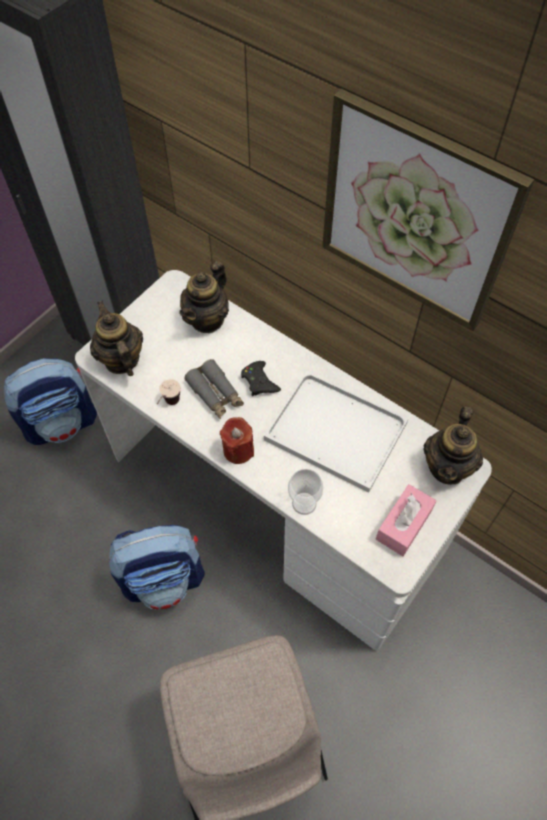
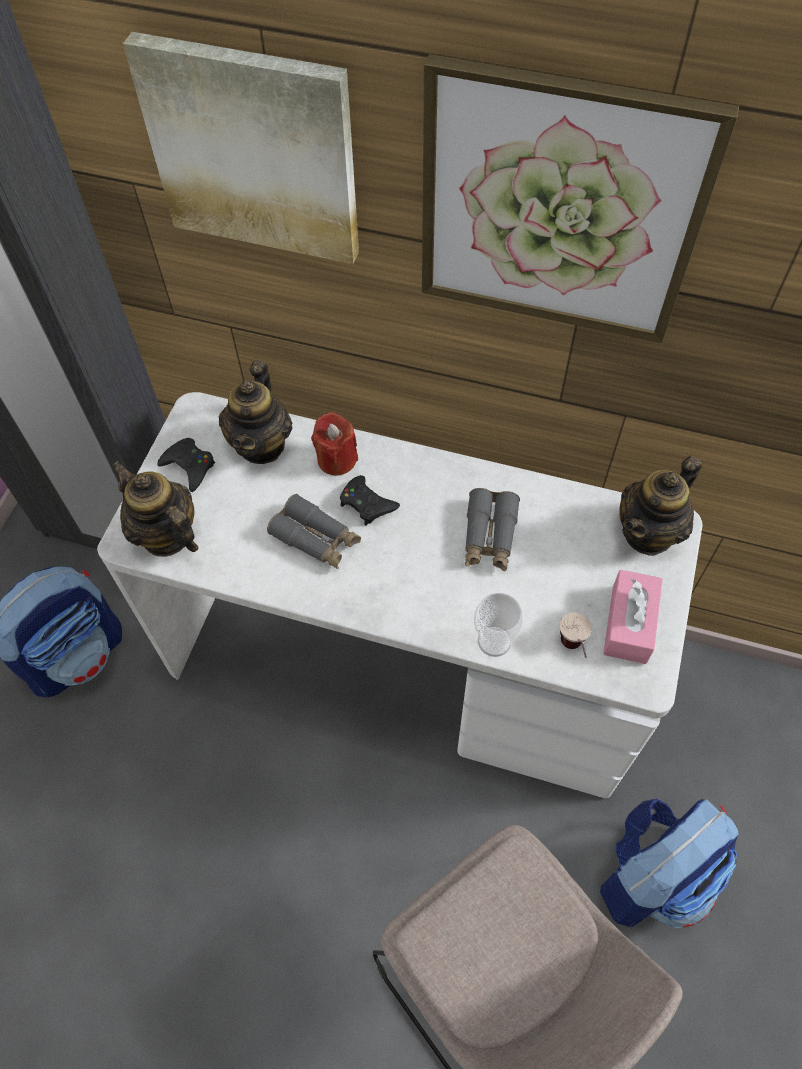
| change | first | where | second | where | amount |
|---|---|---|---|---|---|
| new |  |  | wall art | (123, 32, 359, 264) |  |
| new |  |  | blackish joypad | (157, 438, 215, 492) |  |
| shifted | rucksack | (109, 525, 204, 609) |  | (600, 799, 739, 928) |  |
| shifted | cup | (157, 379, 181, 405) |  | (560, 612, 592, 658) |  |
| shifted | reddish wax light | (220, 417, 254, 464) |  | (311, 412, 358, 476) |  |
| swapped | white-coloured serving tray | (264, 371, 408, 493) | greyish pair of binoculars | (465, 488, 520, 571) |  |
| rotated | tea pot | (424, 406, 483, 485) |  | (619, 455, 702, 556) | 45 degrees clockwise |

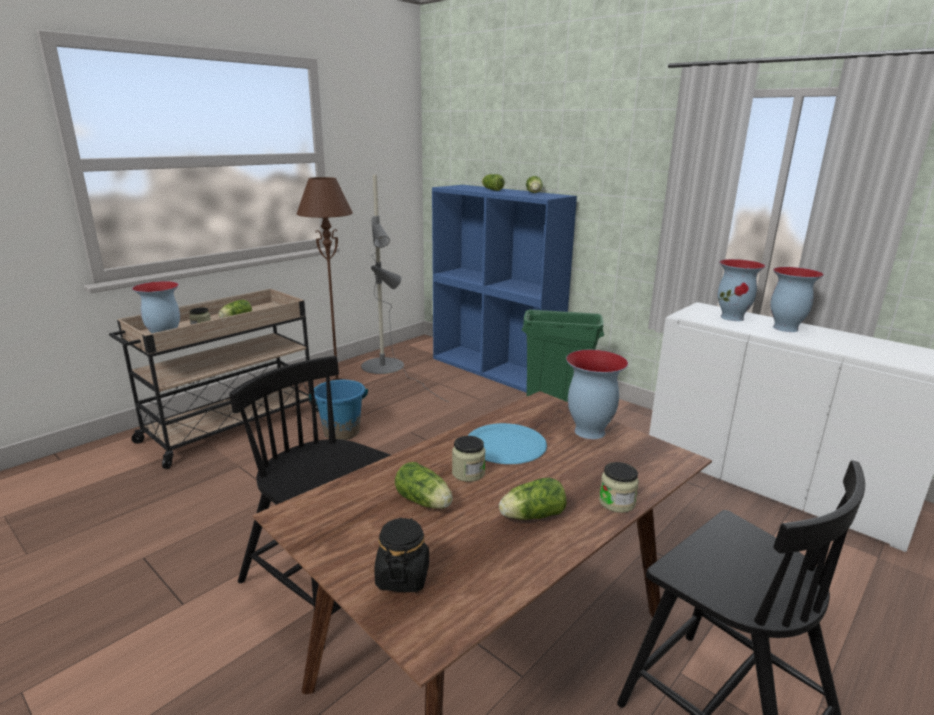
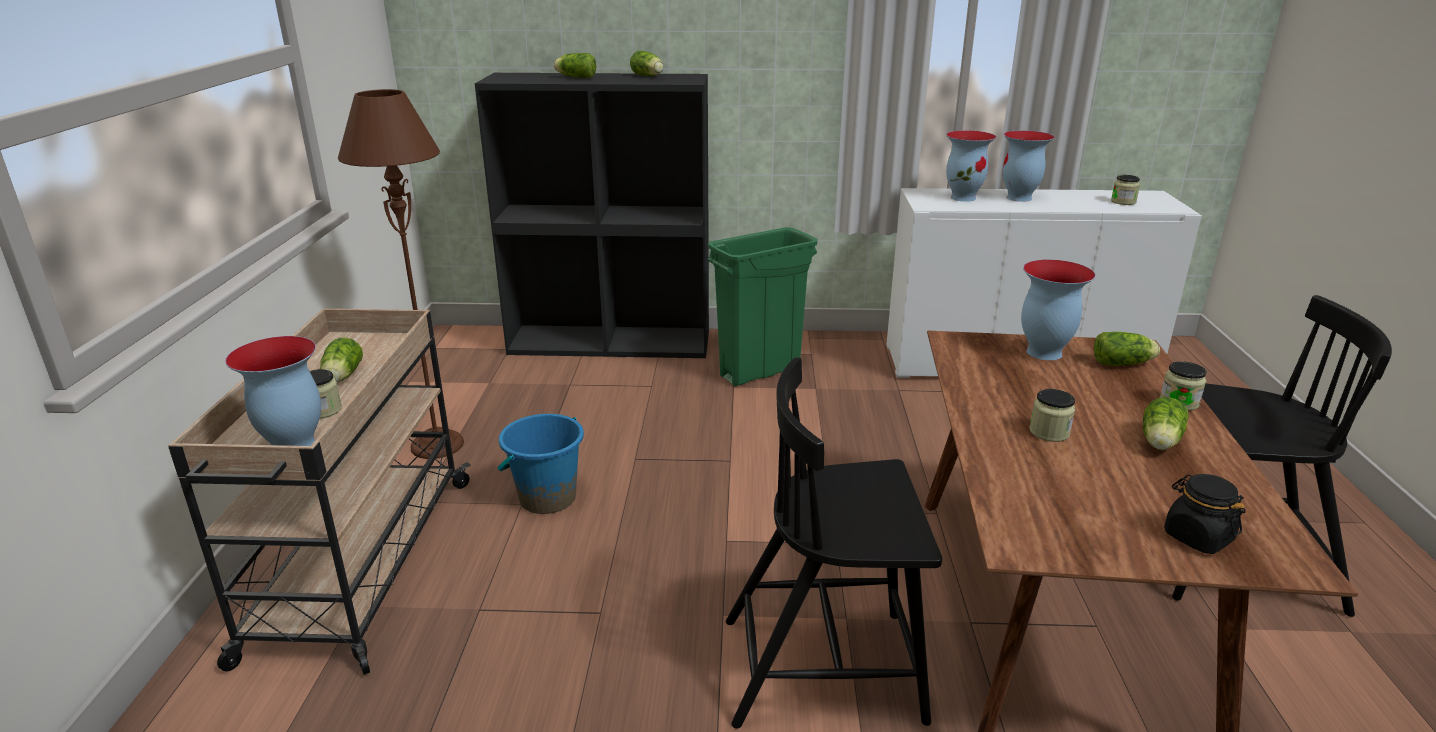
| change | first | where | second | where | amount |
|---|---|---|---|---|---|
| gone | greyish standing lamp | (361, 174, 448, 402) |  |  |  |
| gone | bluish dinner plate | (468, 423, 547, 464) |  |  |  |
| new |  |  | storage jar | (1111, 175, 1140, 205) |  |
| shifted | head of lettuce | (395, 462, 453, 509) |  | (1094, 332, 1160, 366) |  |
| repainted | bluish bookshelf | (432, 185, 577, 393) | blackish bookshelf | (475, 73, 709, 358) |  |

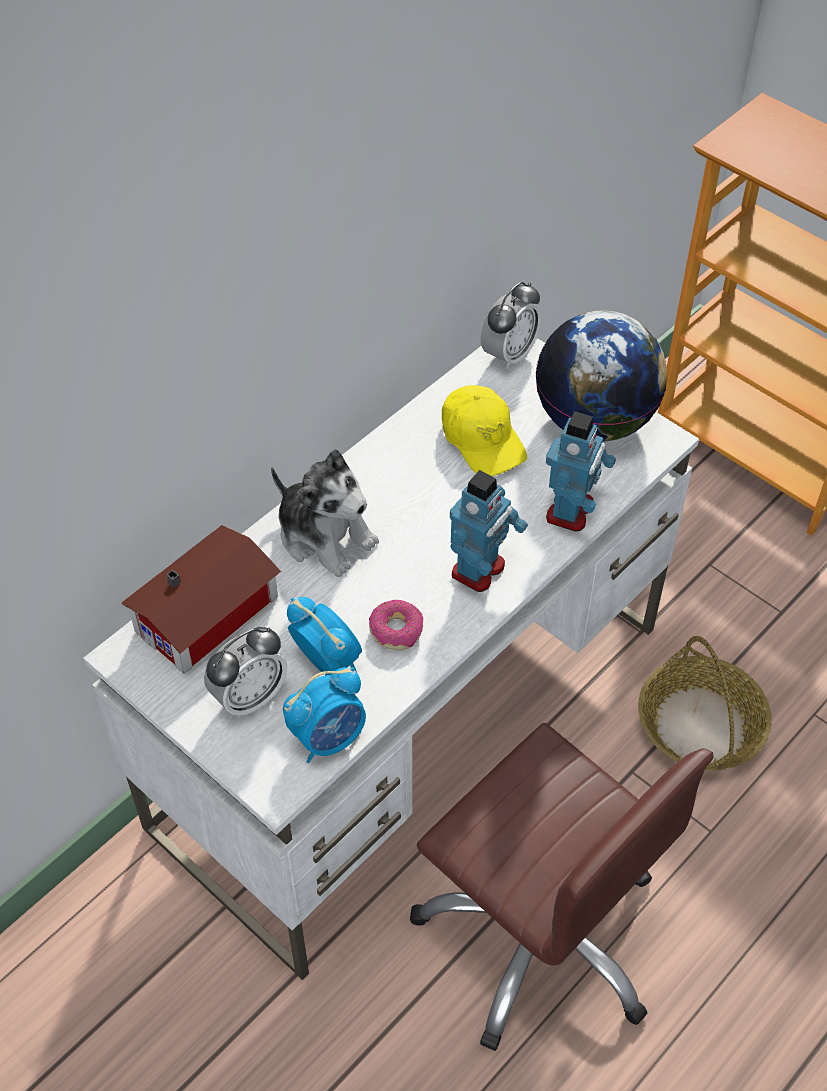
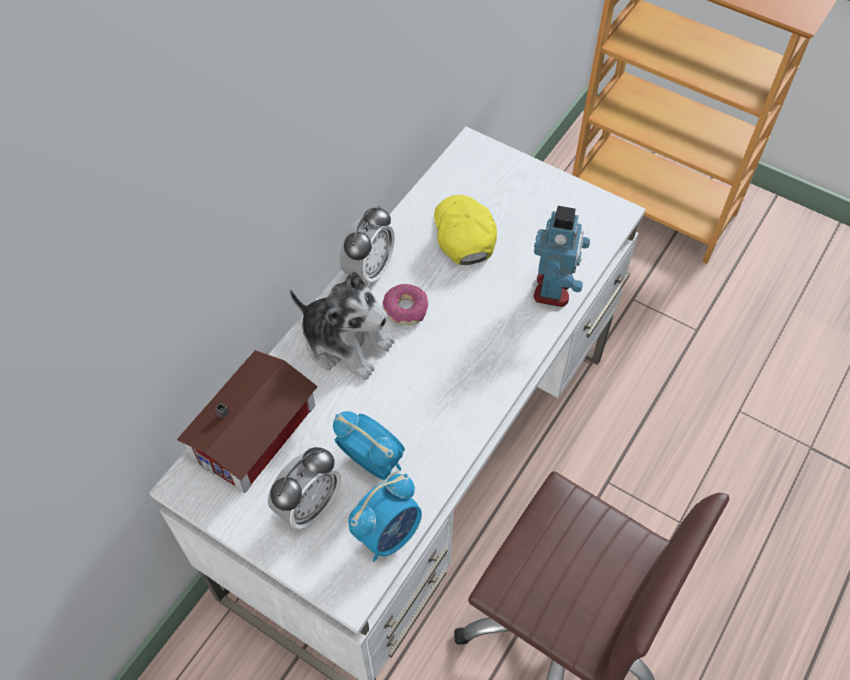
| change | first | where | second | where | amount |
|---|---|---|---|---|---|
| gone | toy robot | (450, 470, 528, 592) |  |  |  |
| gone | globe | (535, 311, 667, 442) |  |  |  |
| gone | basket | (638, 636, 772, 770) |  |  |  |
| shifted | donut | (369, 600, 423, 650) |  | (383, 284, 428, 325) |  |
| shifted | alarm clock | (481, 282, 542, 370) |  | (340, 206, 395, 287) |  |
| rotated | yellow cap | (442, 385, 527, 476) |  | (434, 195, 497, 265) | 150 degrees counterclockwise |

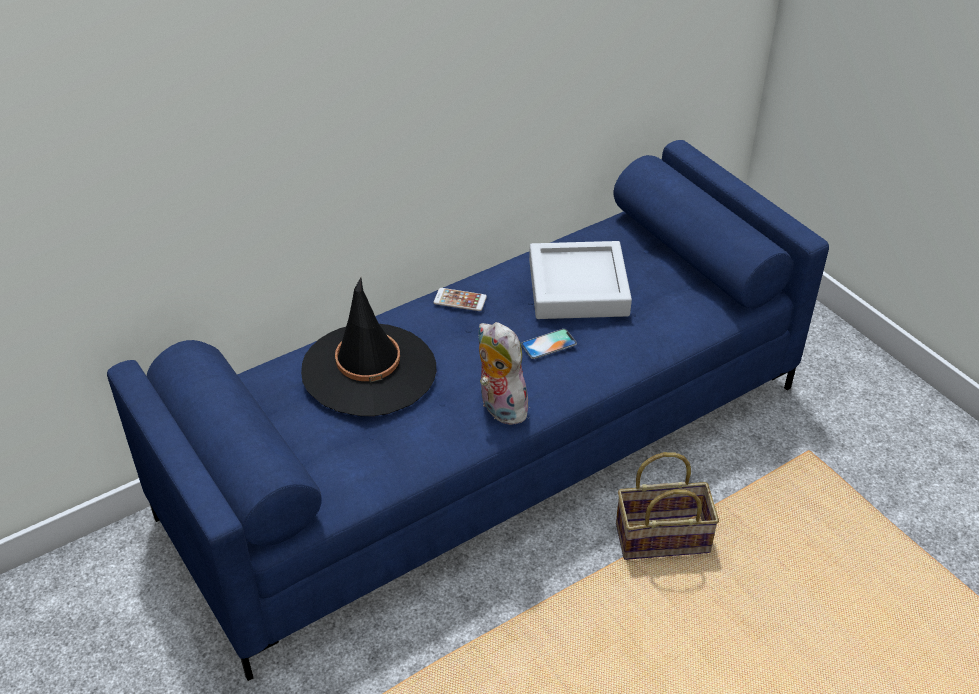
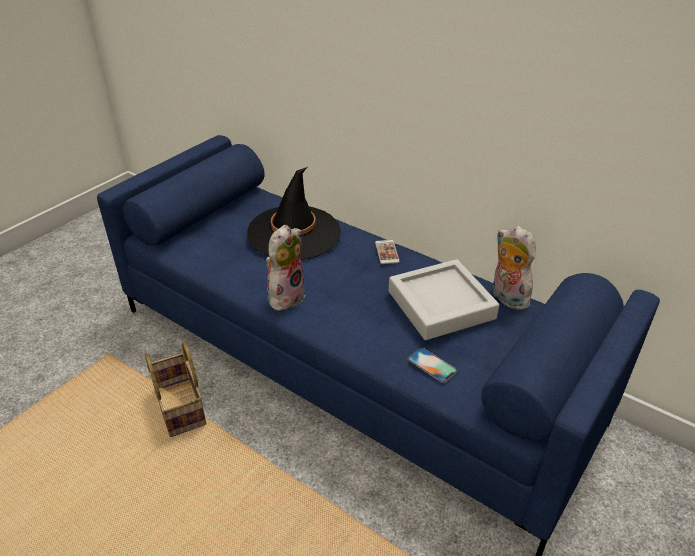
| change | first | where | second | where | amount |
|---|---|---|---|---|---|
| new |  |  | soft toy | (493, 226, 536, 310) |  |
| shifted | phone | (521, 329, 577, 359) |  | (407, 348, 458, 383) |  |
| shifted | basket | (616, 452, 719, 560) |  | (145, 342, 206, 437) |  |

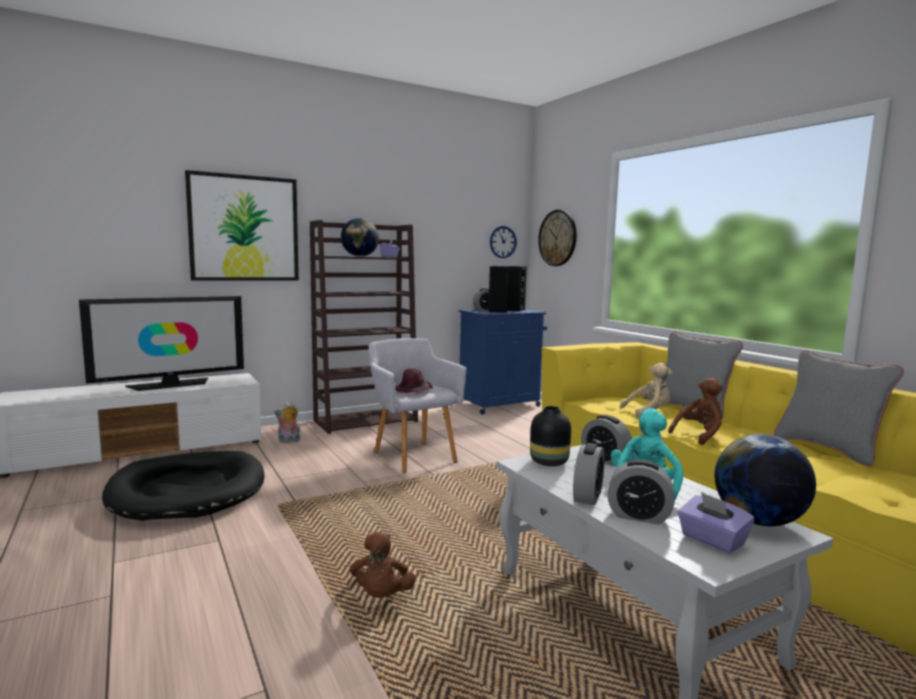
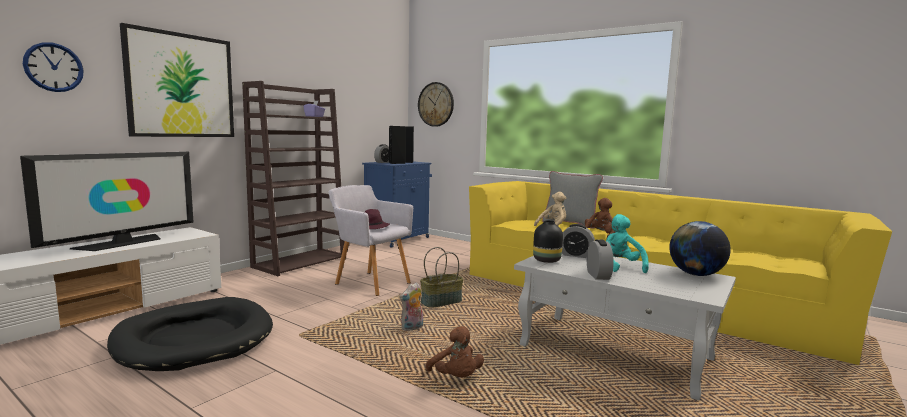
| change | first | where | second | where | amount |
|---|---|---|---|---|---|
| gone | globe | (341, 218, 379, 257) |  |  |  |
| gone | alarm clock | (607, 459, 675, 524) |  |  |  |
| gone | purplish tissue holder | (678, 492, 755, 553) |  |  |  |
| gone | greyish cushion | (774, 351, 904, 466) |  |  |  |
| new |  |  | basket | (420, 247, 464, 308) |  |
| shifted | soft toy | (274, 401, 300, 443) |  | (400, 282, 423, 331) |  |
| shifted | hanging clock | (490, 226, 517, 258) |  | (23, 42, 84, 92) |  |

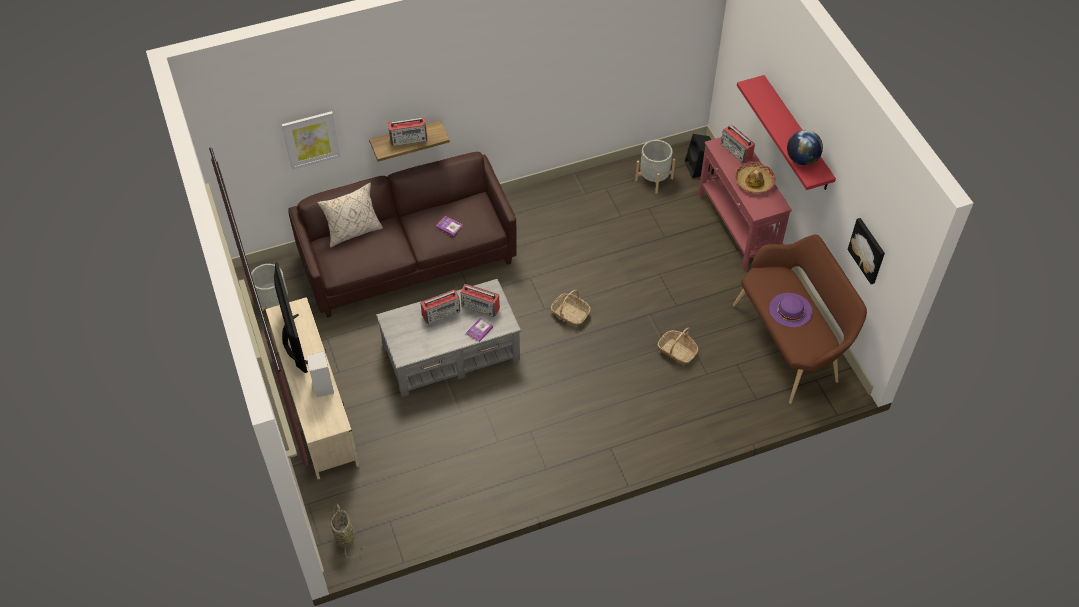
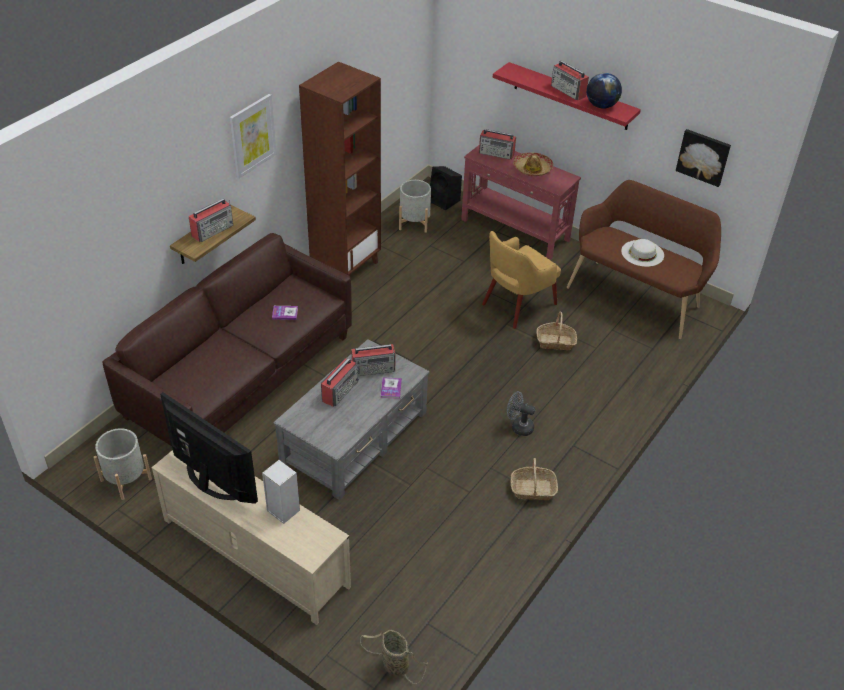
| change | first | where | second | where | amount |
|---|---|---|---|---|---|
| gone | beige-coloured cushion | (317, 182, 383, 247) |  |  |  |
| new |  |  | brown-coloured bookshelf | (299, 61, 381, 276) |  |
| new |  |  | yellow armchair | (482, 231, 561, 329) |  |
| new |  |  | greyish cooling fan | (507, 391, 536, 436) |  |
| new |  |  | radio set | (551, 60, 589, 100) |  |
| shifted | wall art | (282, 111, 341, 170) |  | (230, 94, 277, 179) |  |
| shifted | basket | (551, 290, 591, 327) |  | (510, 458, 558, 500) |  |
| repainted | purplish clothing hat | (769, 293, 812, 327) | white-coloured clothing hat | (621, 239, 664, 267) |  |

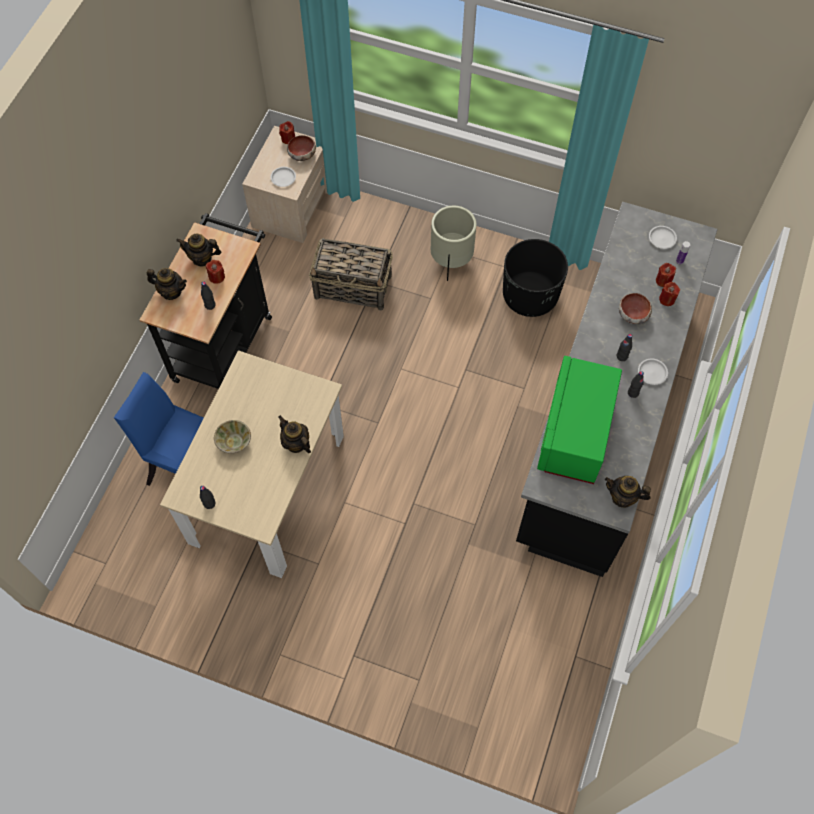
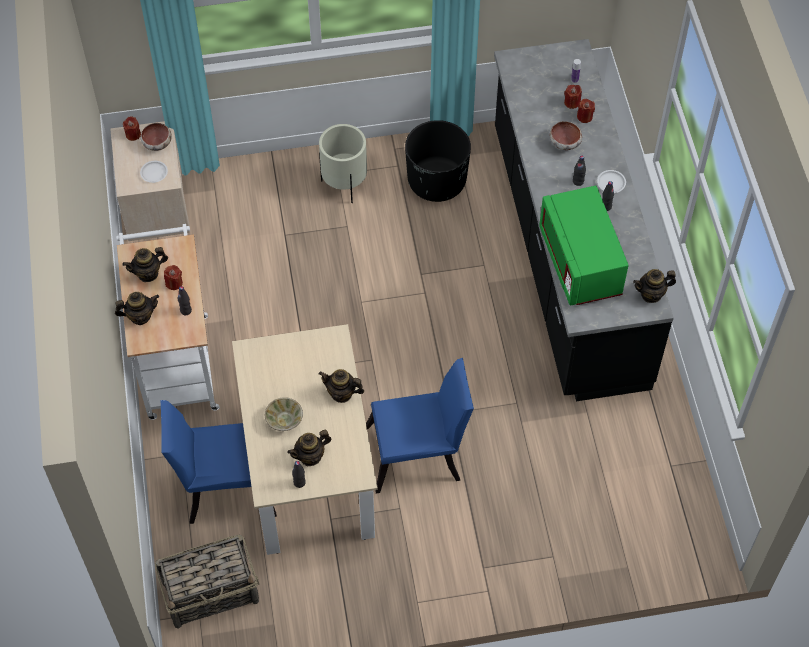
| change | first | where | second | where | amount |
|---|---|---|---|---|---|
| gone | white-coloured dinner plate | (649, 226, 677, 249) |  |  |  |
| new |  |  | tea pot | (287, 430, 331, 466) |  |
| new |  |  | bluish plain chair | (366, 358, 474, 493) |  |
| shifted | basket | (309, 238, 393, 311) |  | (155, 535, 259, 629) |  |
| repainted | blackish cart | (140, 213, 272, 389) | white-coloured cart | (116, 224, 220, 420) |  |

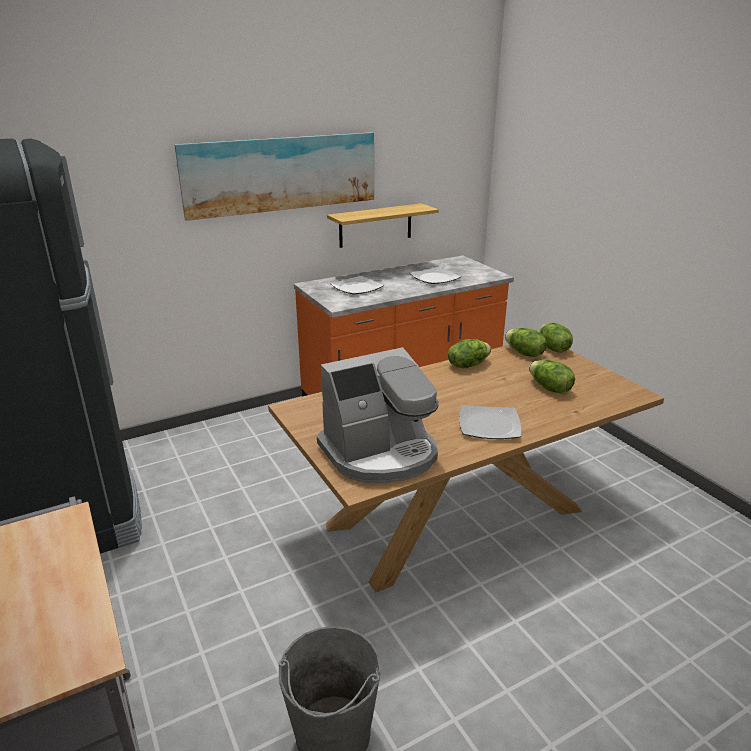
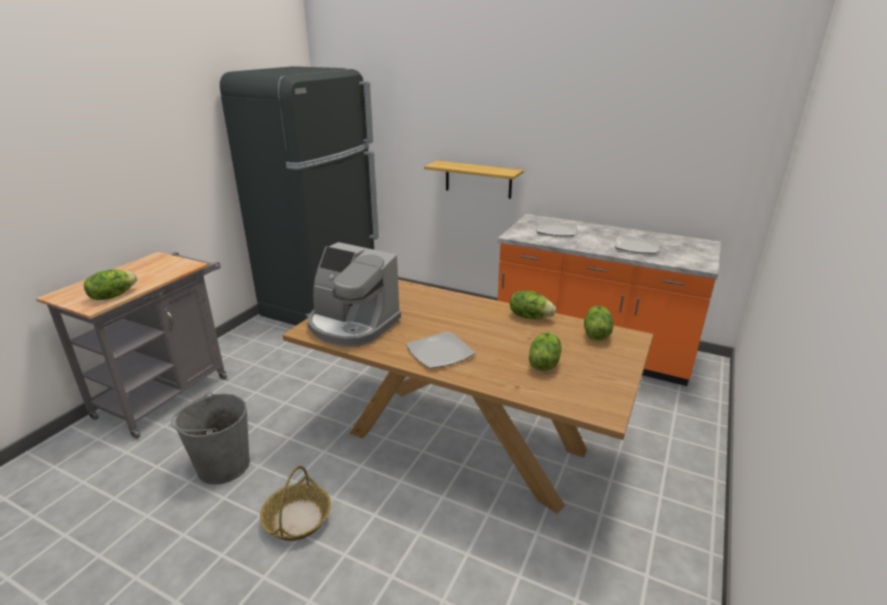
| change | first | where | second | where | amount |
|---|---|---|---|---|---|
| gone | wall art | (175, 132, 374, 221) |  |  |  |
| new |  |  | basket | (260, 466, 331, 541) |  |
| shifted | shelf | (327, 203, 439, 248) |  | (424, 161, 524, 199) |  |
| shifted | head of lettuce | (540, 322, 573, 353) |  | (84, 269, 137, 300) |  |

